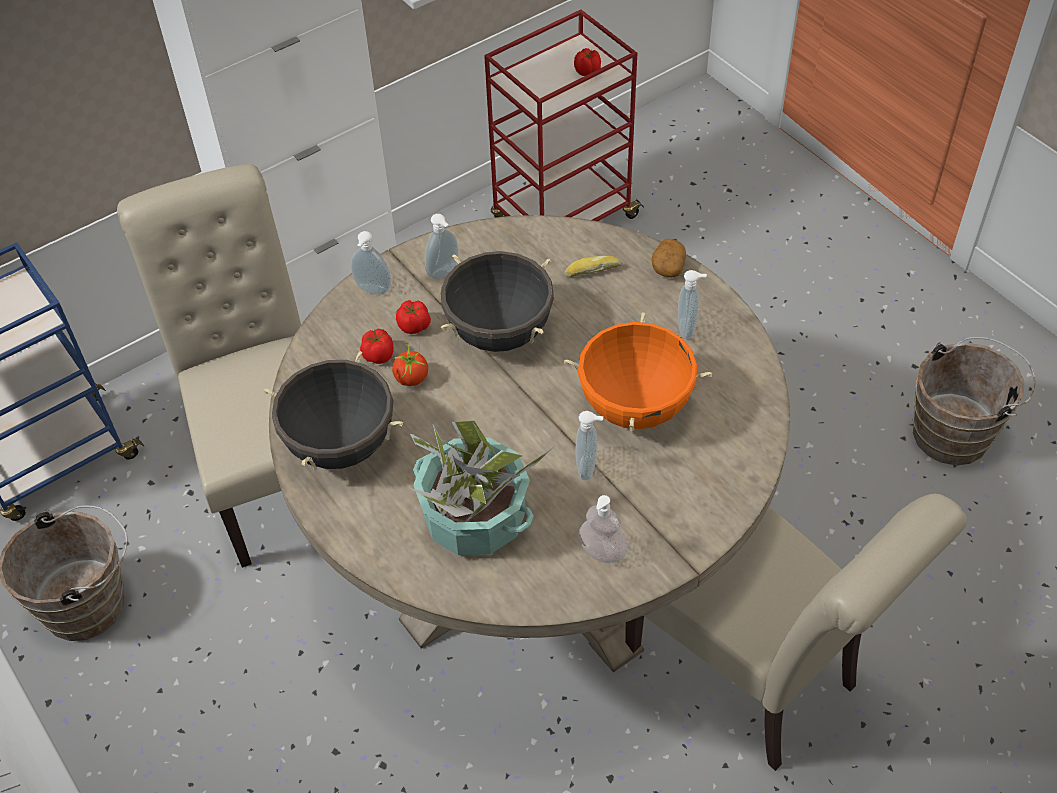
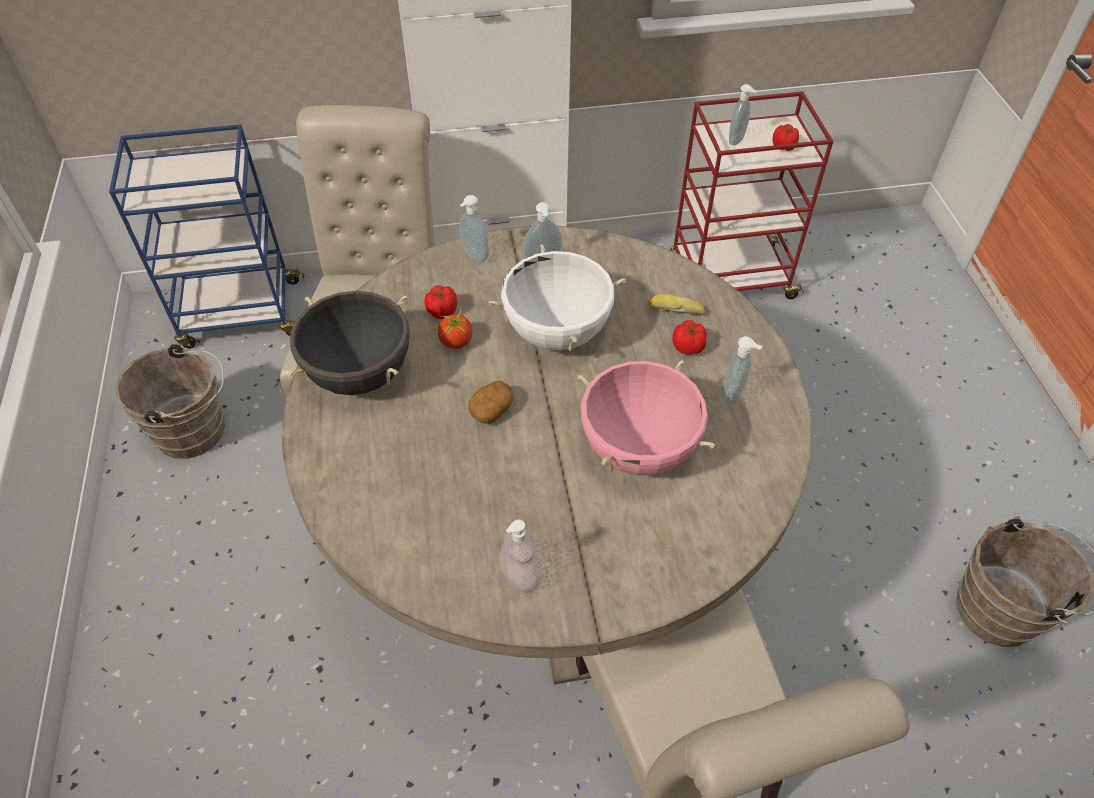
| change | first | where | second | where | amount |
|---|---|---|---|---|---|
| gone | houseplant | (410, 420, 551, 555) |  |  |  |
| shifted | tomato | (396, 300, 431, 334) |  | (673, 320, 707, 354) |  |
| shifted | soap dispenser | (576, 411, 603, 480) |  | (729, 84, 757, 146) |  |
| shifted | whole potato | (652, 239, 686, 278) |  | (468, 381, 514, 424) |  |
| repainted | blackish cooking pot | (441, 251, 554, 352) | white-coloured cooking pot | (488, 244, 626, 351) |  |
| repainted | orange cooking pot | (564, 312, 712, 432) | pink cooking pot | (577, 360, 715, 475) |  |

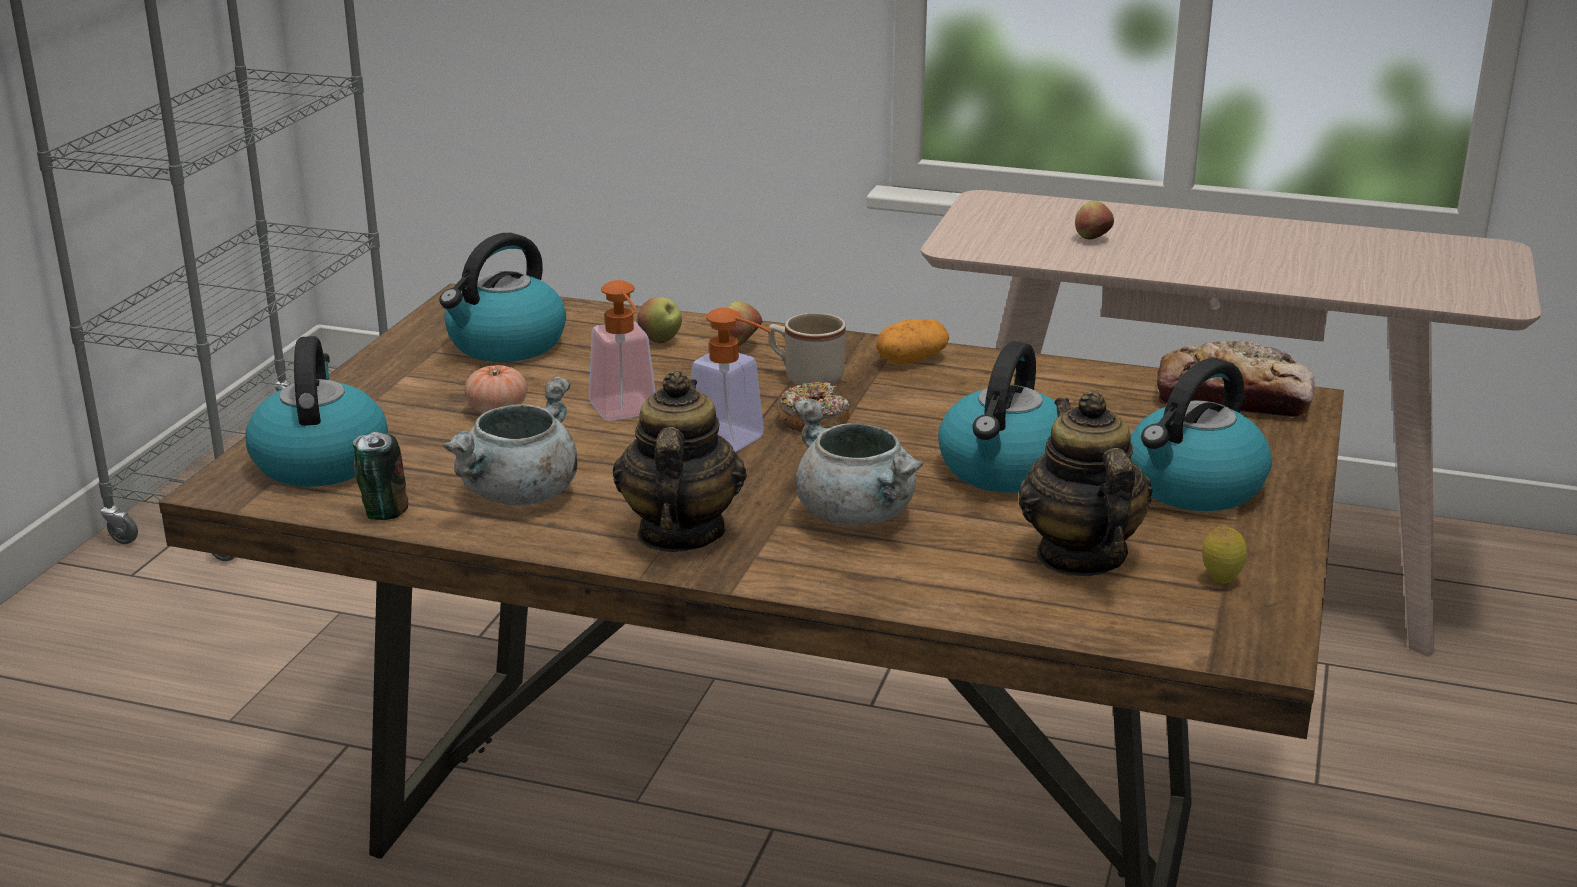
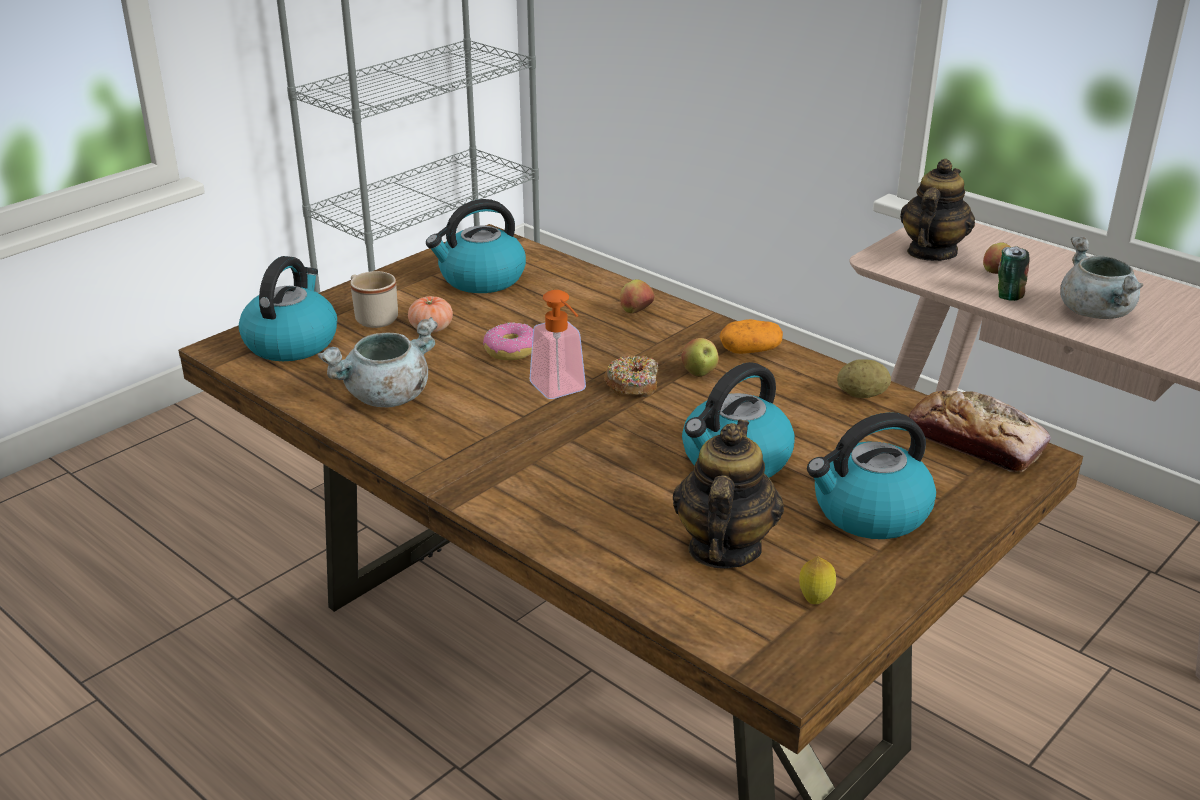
| change | first | where | second | where | amount |
|---|---|---|---|---|---|
| new |  |  | whole potato | (837, 359, 891, 398) |  |
| shifted | can | (352, 432, 408, 520) |  | (998, 246, 1030, 301) |  |
| shifted | tea pot | (613, 370, 747, 552) |  | (900, 159, 975, 261) |  |
| shifted | apple fruit | (637, 297, 682, 343) |  | (681, 338, 719, 377) |  |
| shifted | beige-coloured mug | (768, 313, 846, 385) |  | (350, 271, 398, 328) |  |
| shifted | greyish cooking pot | (793, 399, 923, 525) |  | (1060, 237, 1143, 319) |  |
| swapped | soap dispenser | (589, 280, 655, 421) | donut | (483, 322, 533, 360) |  |

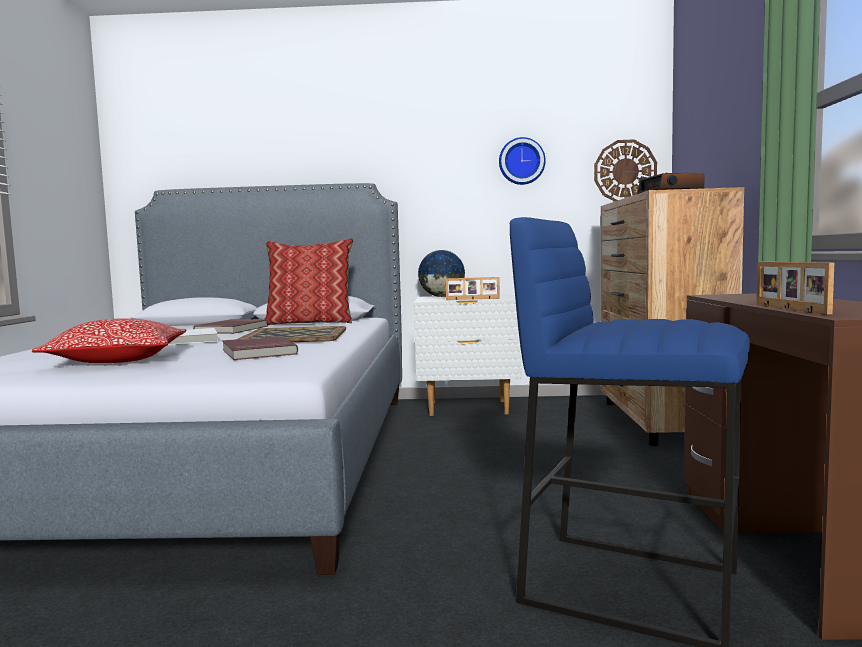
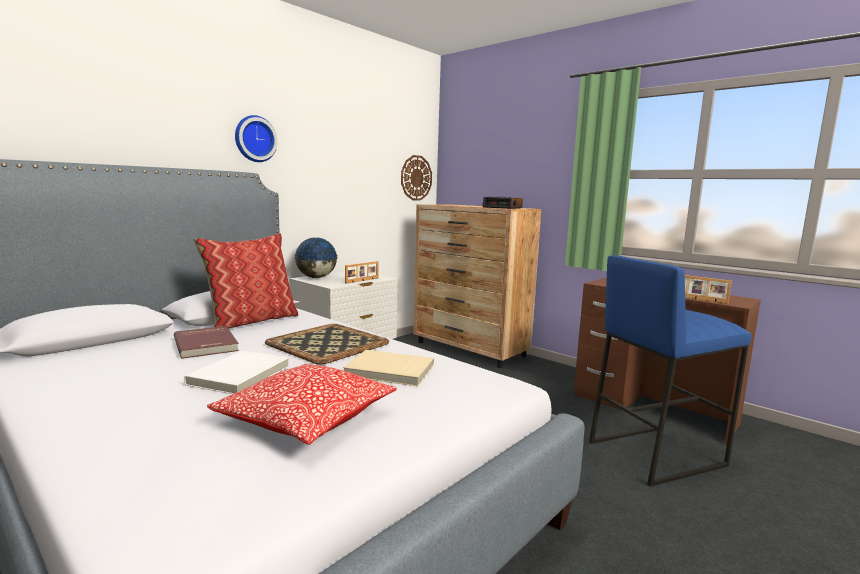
| change | first | where | second | where | amount |
|---|---|---|---|---|---|
| shifted | hanging clock | (499, 137, 546, 185) |  | (235, 115, 278, 162) |  |
| repainted | reddish volume | (222, 336, 298, 360) | beige-coloured volume | (343, 350, 434, 386) |  |

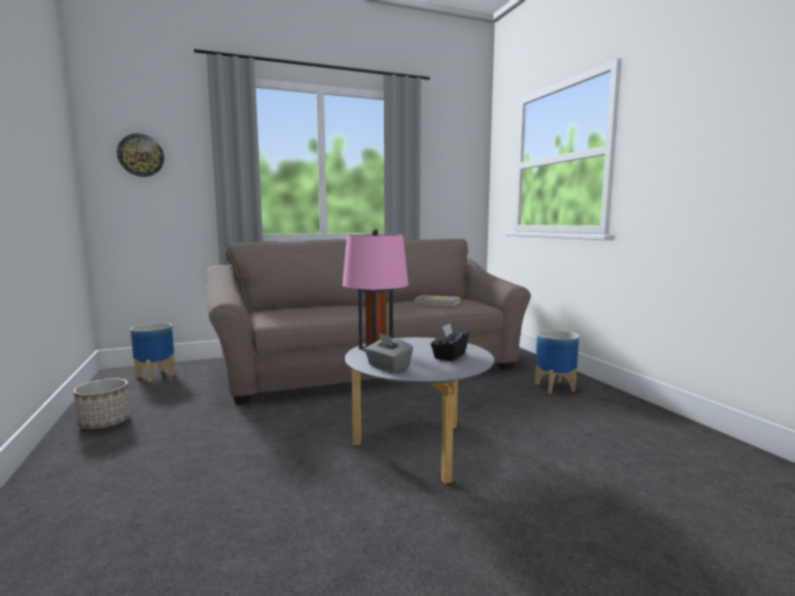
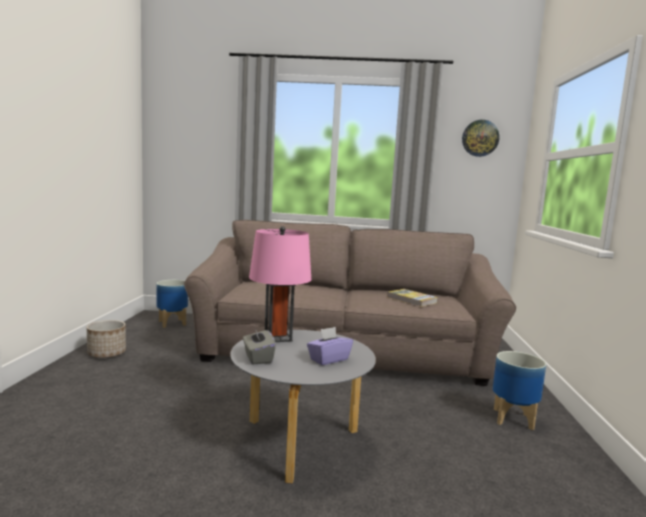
| change | first | where | second | where | amount |
|---|---|---|---|---|---|
| shifted | hanging clock | (117, 133, 164, 177) |  | (462, 120, 499, 157) |  |
| repainted | blackish tissue holder | (431, 323, 469, 361) | purplish tissue holder | (307, 327, 353, 365) |  |

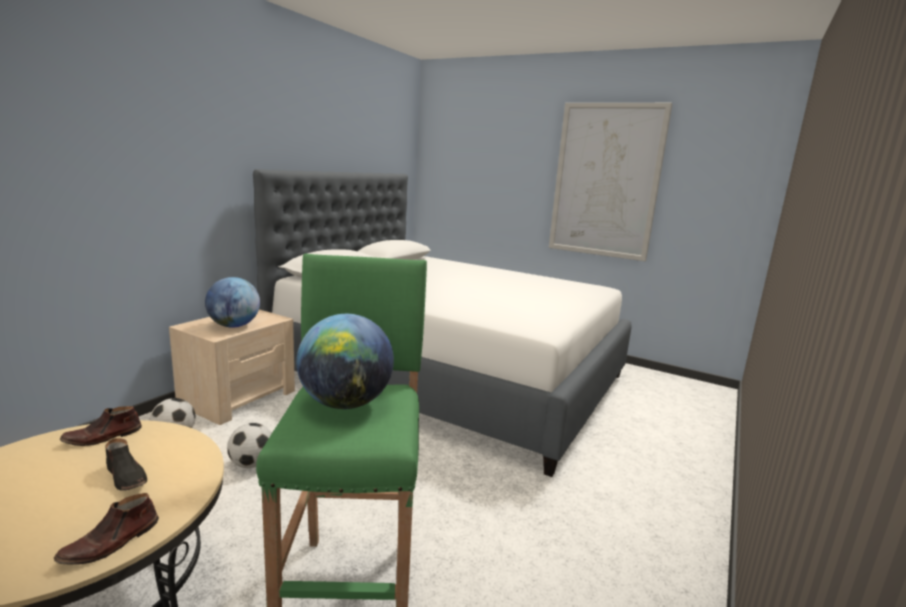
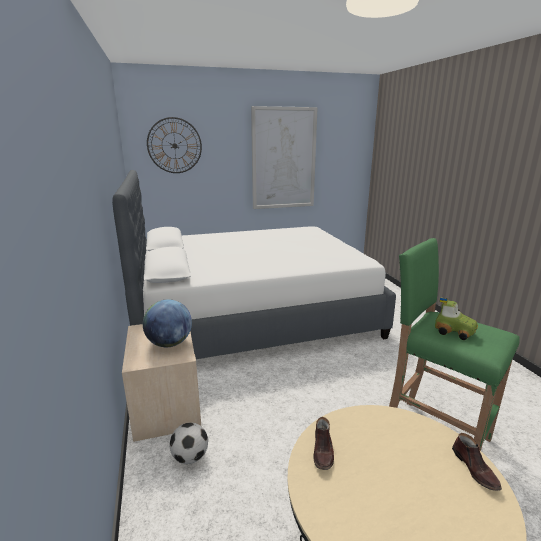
| change | first | where | second | where | amount |
|---|---|---|---|---|---|
| gone | blackish shoe | (105, 438, 147, 491) |  |  |  |
| gone | football ball | (227, 423, 272, 468) |  |  |  |
| new |  |  | hanging clock | (147, 117, 202, 173) |  |
| swapped | globe | (297, 314, 394, 409) | model car | (435, 298, 478, 340) |  |

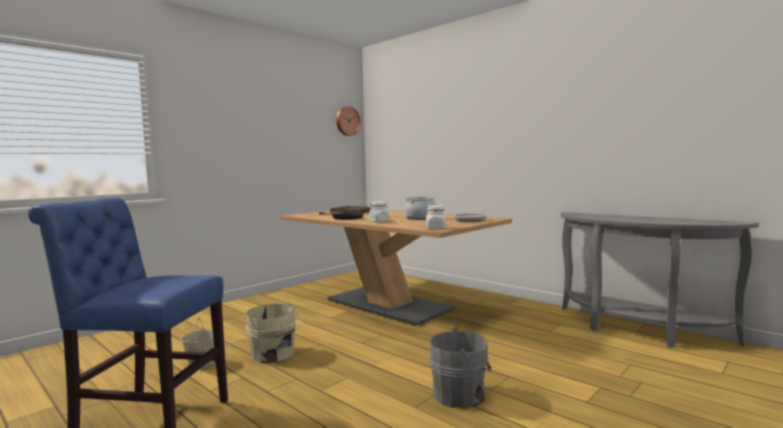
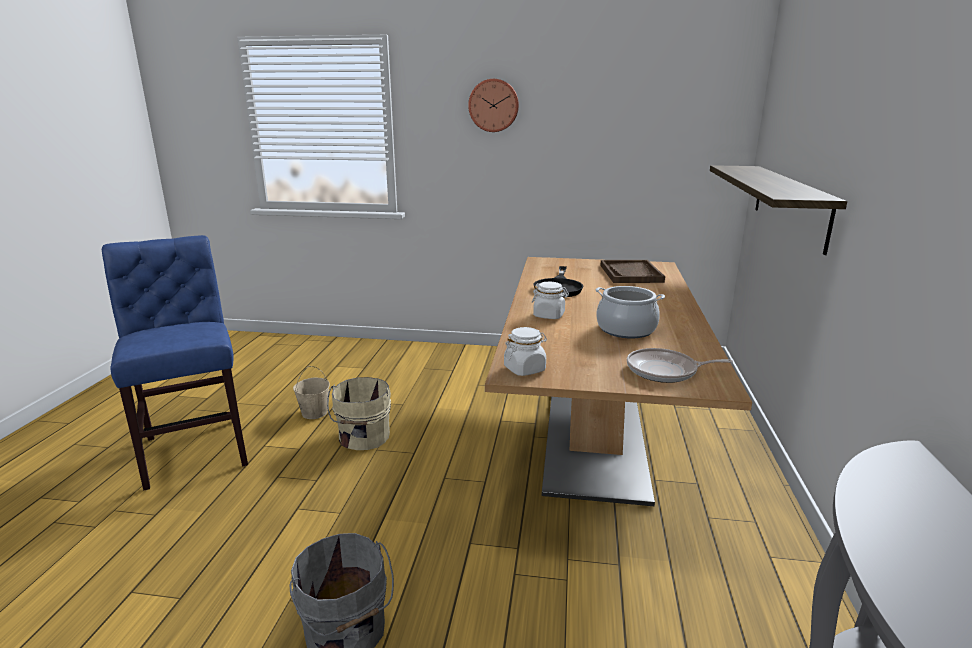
| change | first | where | second | where | amount |
|---|---|---|---|---|---|
| new |  |  | shelf | (710, 165, 847, 255) |  |
| shifted | hanging clock | (336, 106, 361, 136) |  | (468, 79, 519, 132) |  |

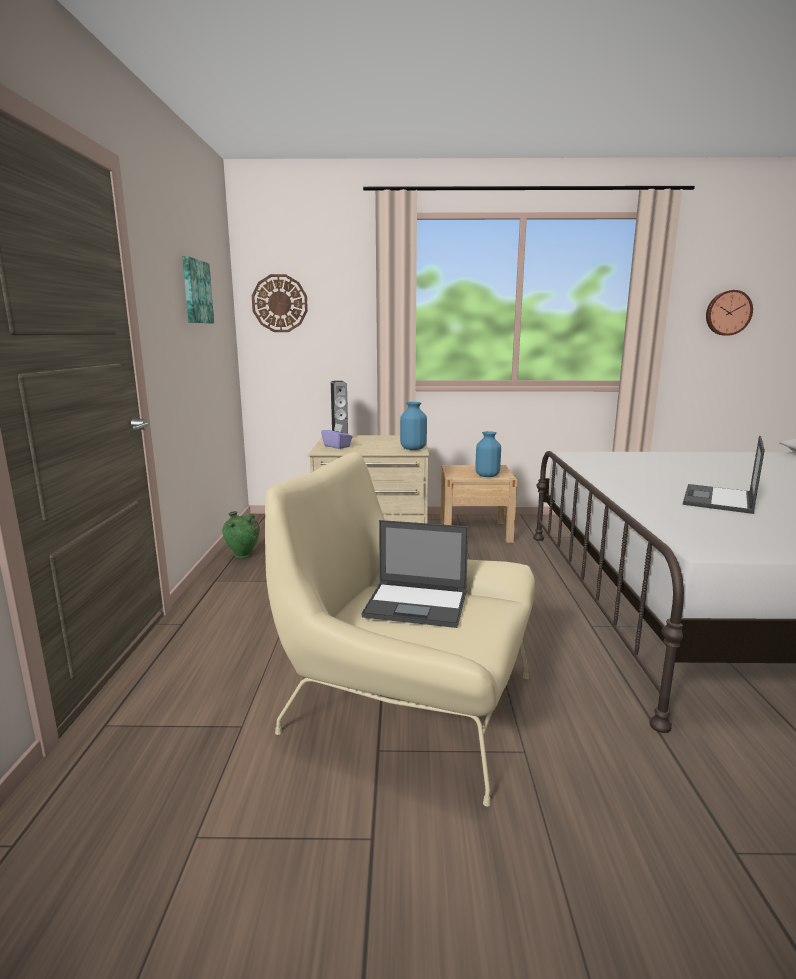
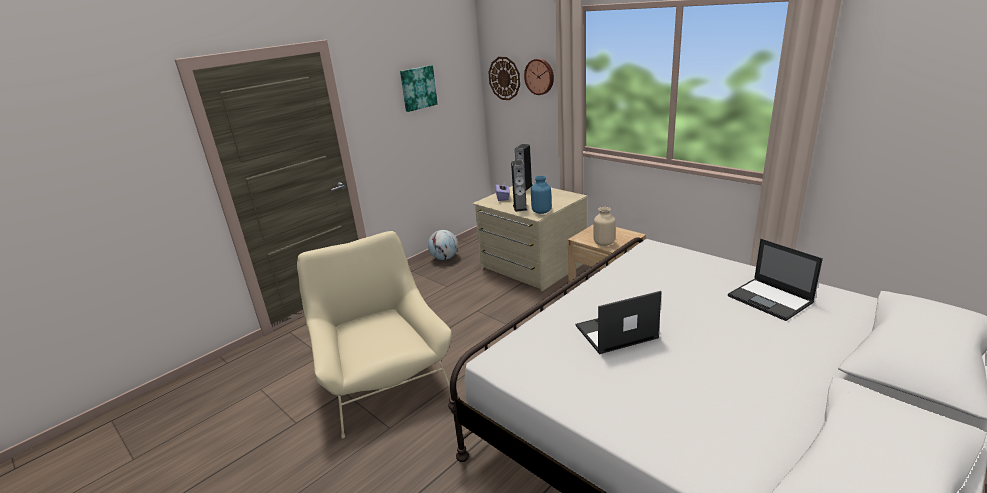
| change | first | where | second | where | amount |
|---|---|---|---|---|---|
| new |  |  | loudspeaker | (511, 160, 527, 212) |  |
| shifted | portable computer | (361, 520, 469, 628) |  | (728, 239, 823, 321) |  |
| shifted | hanging clock | (706, 290, 753, 336) |  | (524, 59, 554, 95) |  |
| swapped | greenish flower vase | (222, 511, 260, 559) | globe | (428, 230, 458, 260) |  |
| repainted | bluish flower vase | (475, 431, 501, 477) | beige-coloured flower vase | (594, 207, 616, 246) |  |

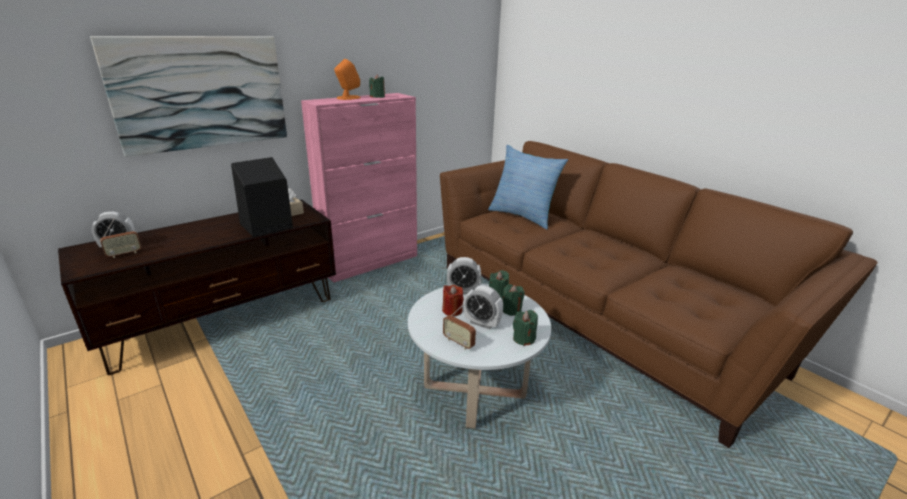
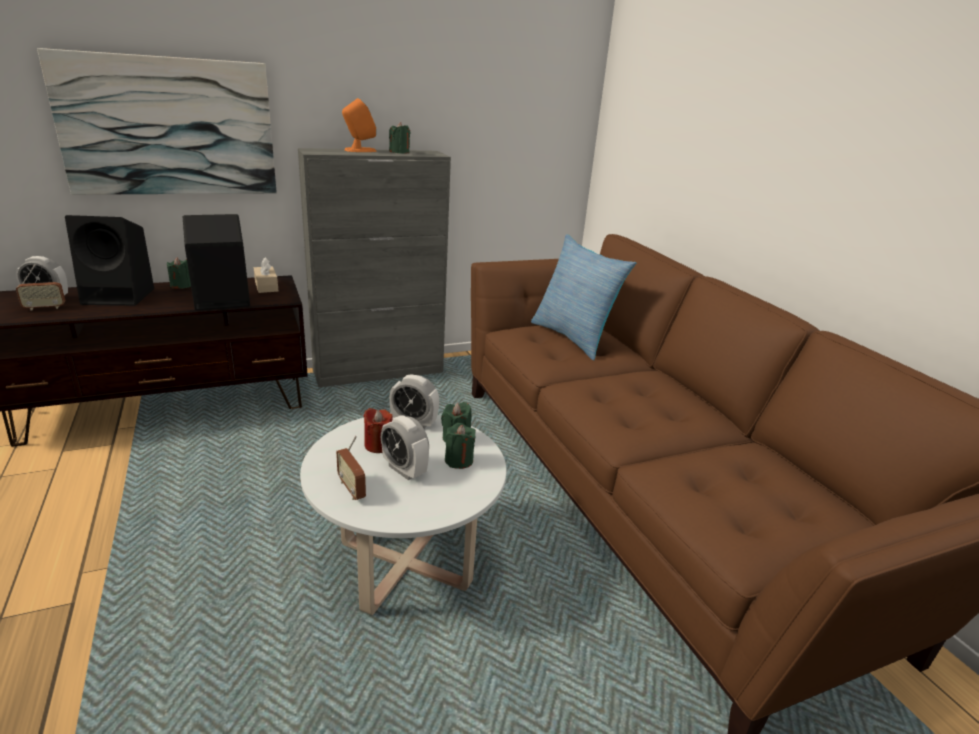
| change | first | where | second | where | amount |
|---|---|---|---|---|---|
| new |  |  | blackish loudspeaker | (65, 215, 154, 306) |  |
| shifted | greenish wax light | (513, 310, 538, 346) |  | (167, 257, 191, 289) |  |
| repainted | pink cupboard | (301, 93, 417, 283) | greyish cupboard | (298, 148, 451, 387) |  |

